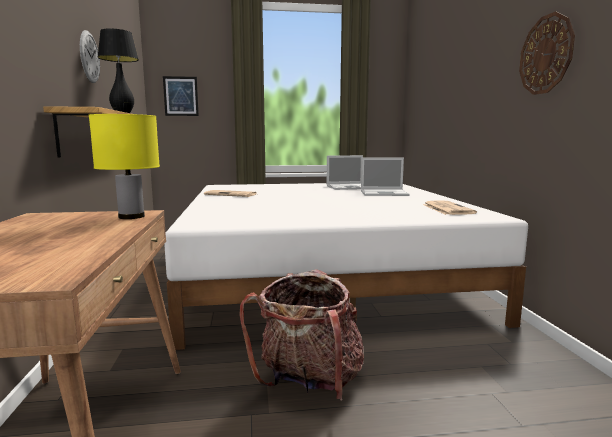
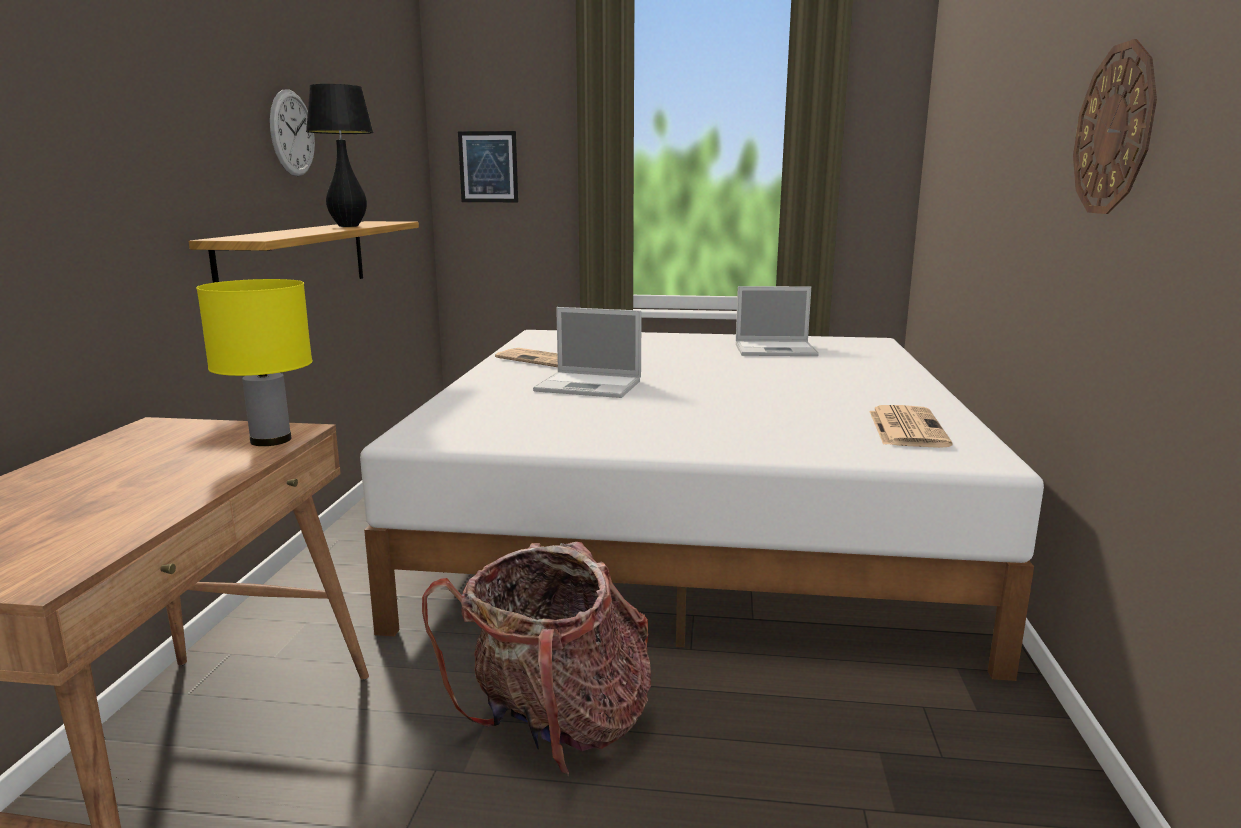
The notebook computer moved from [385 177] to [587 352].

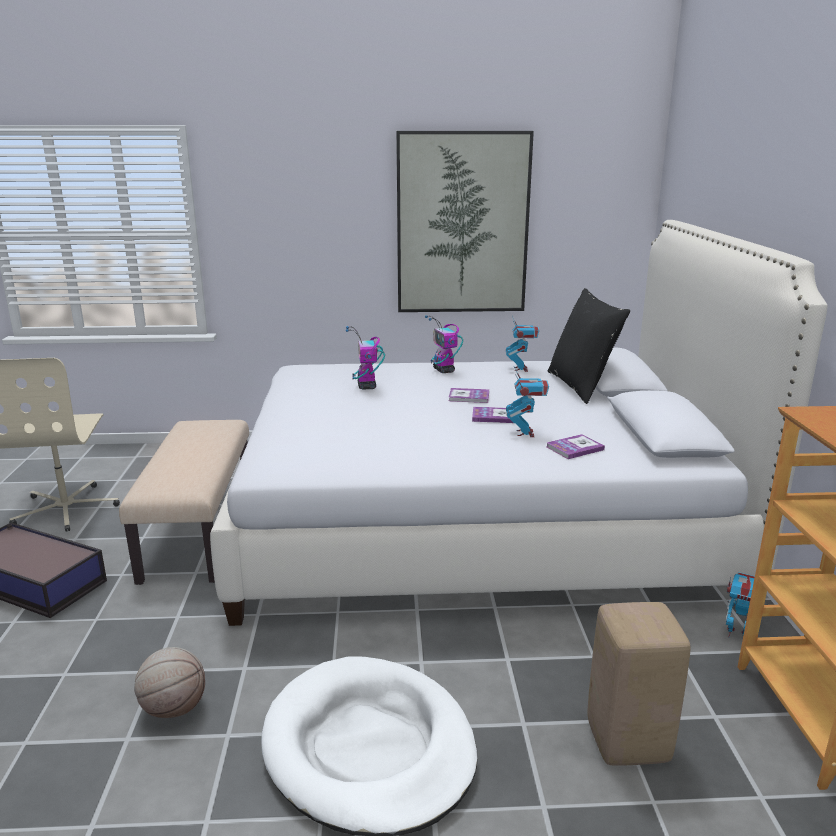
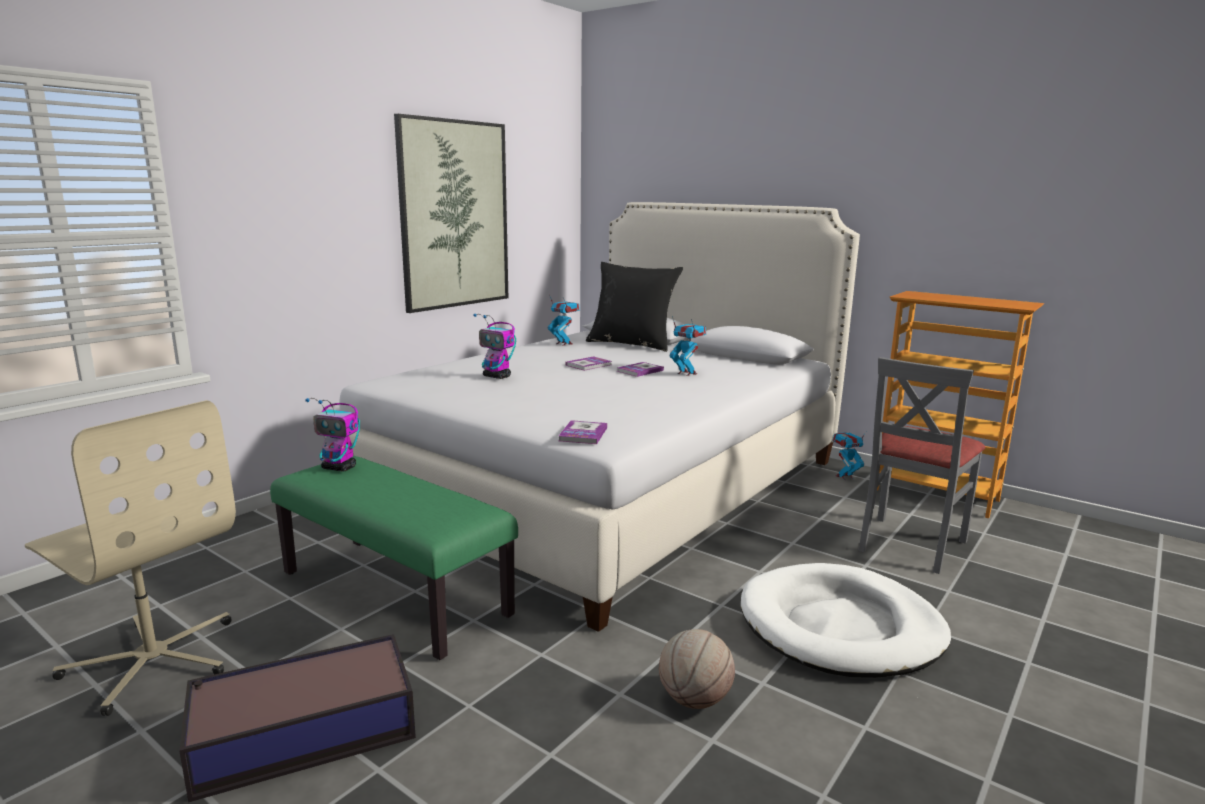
The toy robot moved from [444 344] to [332 435].
The bound book moved from [576 446] to [583 432].
The beige sitting stool at [639 684] was replaced by the greyish chair at [922 465].
The beige long seat at [184 502] became the green-coloured long seat at [394 558].

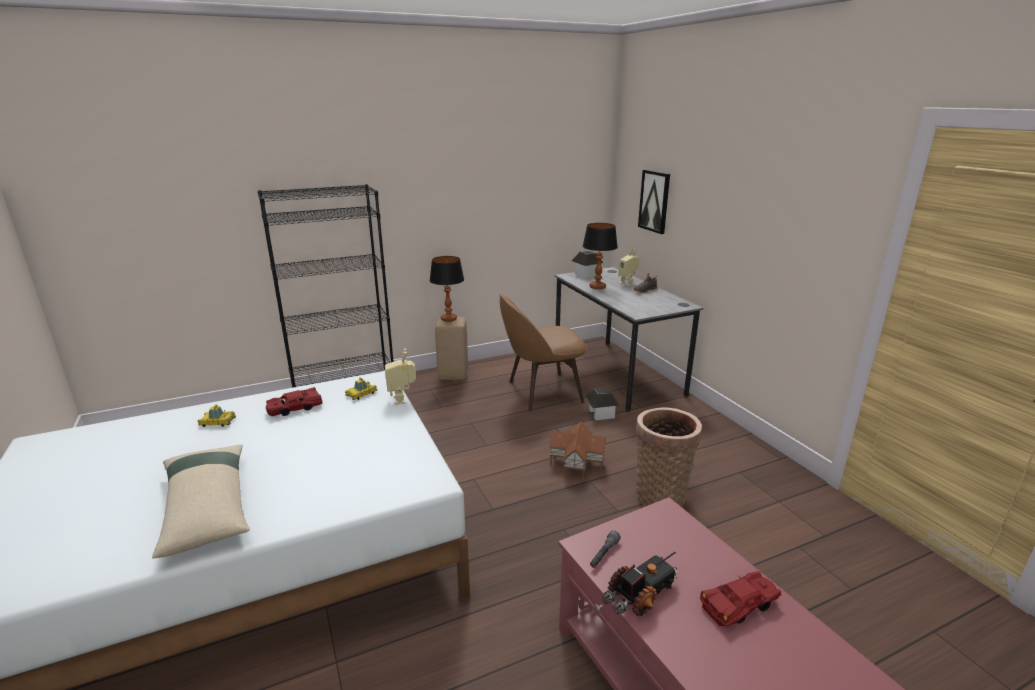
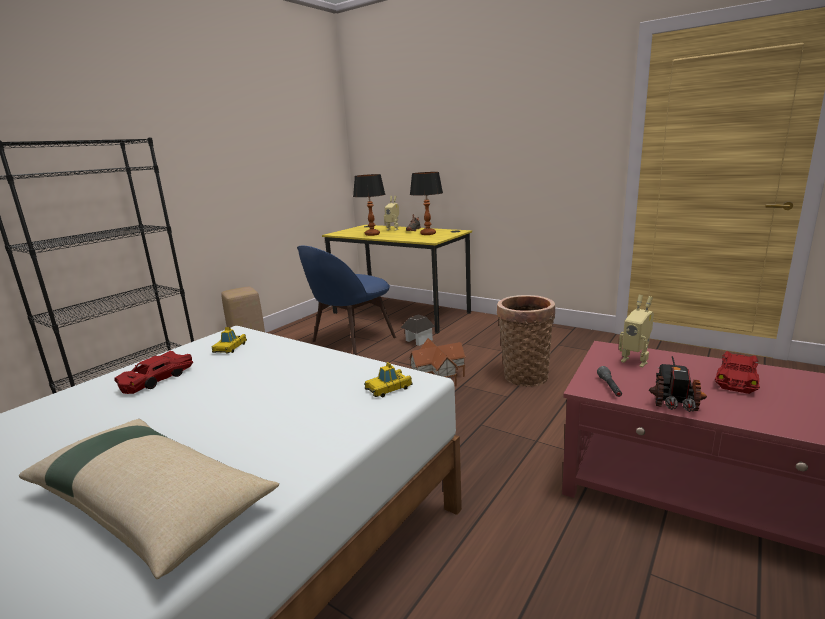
The model house at [587 264] disappeared.
The picture at [654 202] disappeared.
The model car moved from [217 415] to [388 379].
The toy robot moved from [400 376] to [636 331].
The table lamp moved from [447 289] to [426 203].
The brownish chair at [543 353] became the blue-coloured chair at [346 300].
The greyish desk unit at [629 339] became the yellowish desk unit at [397 279].

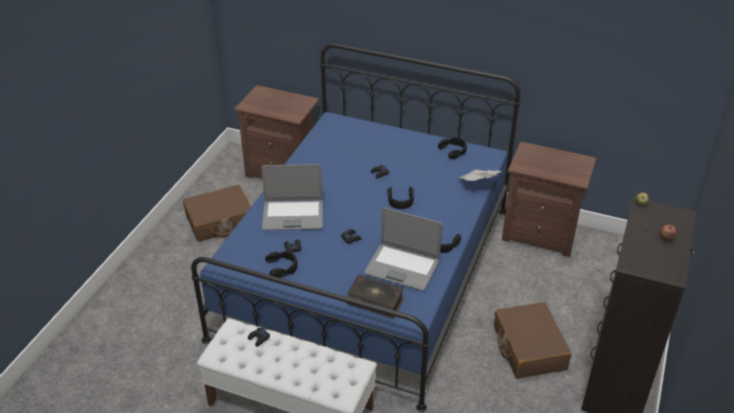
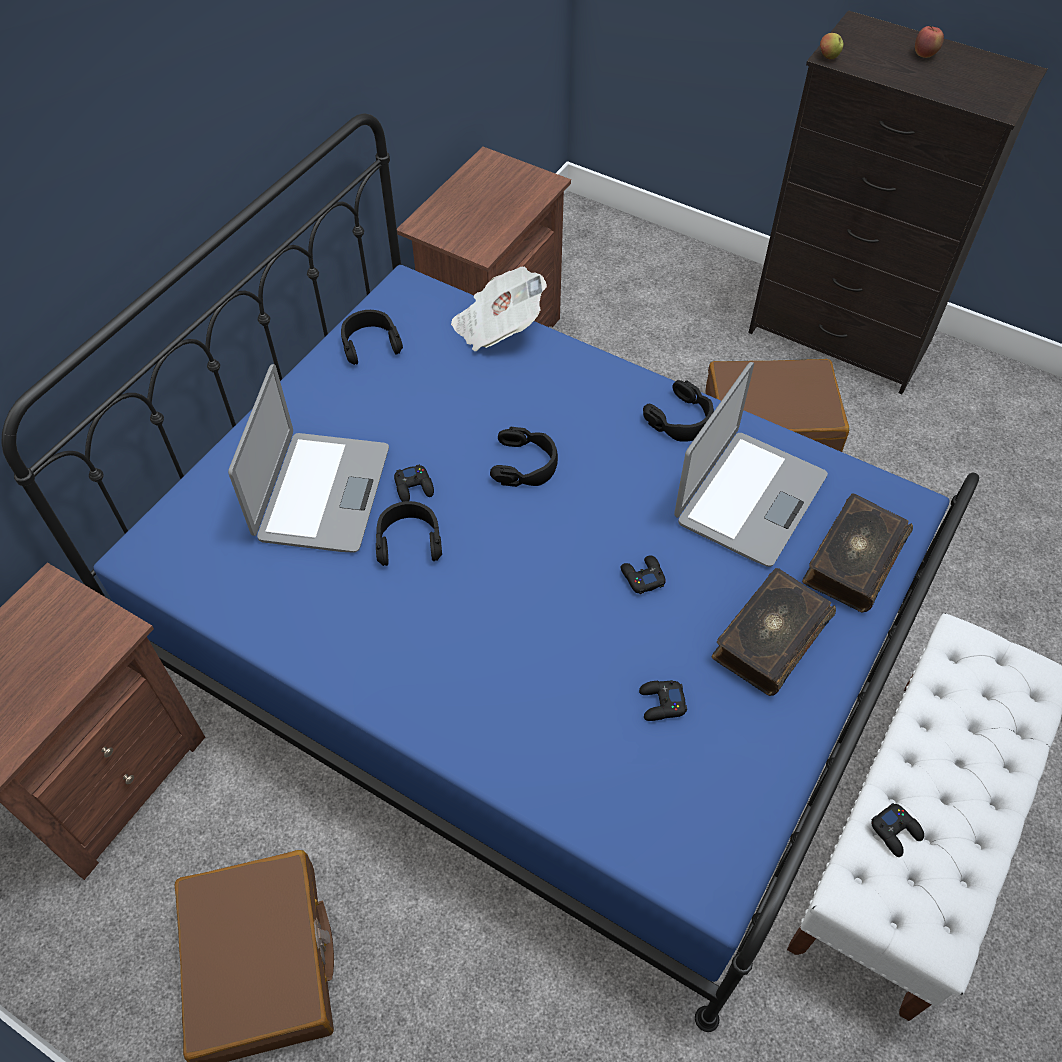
The bound book at [774 632] appeared.
The notebook computer moved from [292 197] to [308 458].
The black-coloured headphones moved from [281 264] to [409 533].

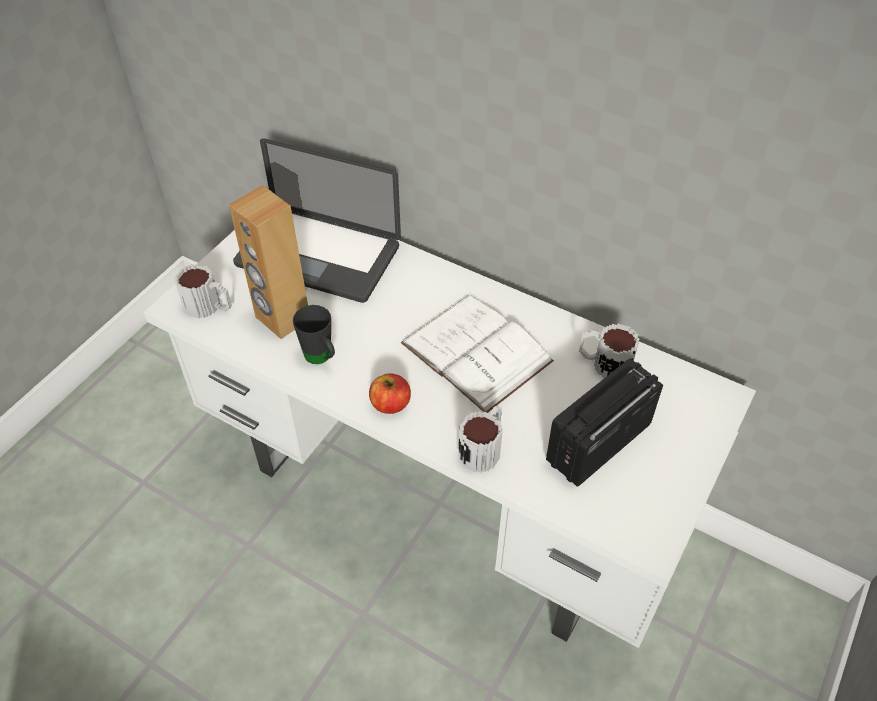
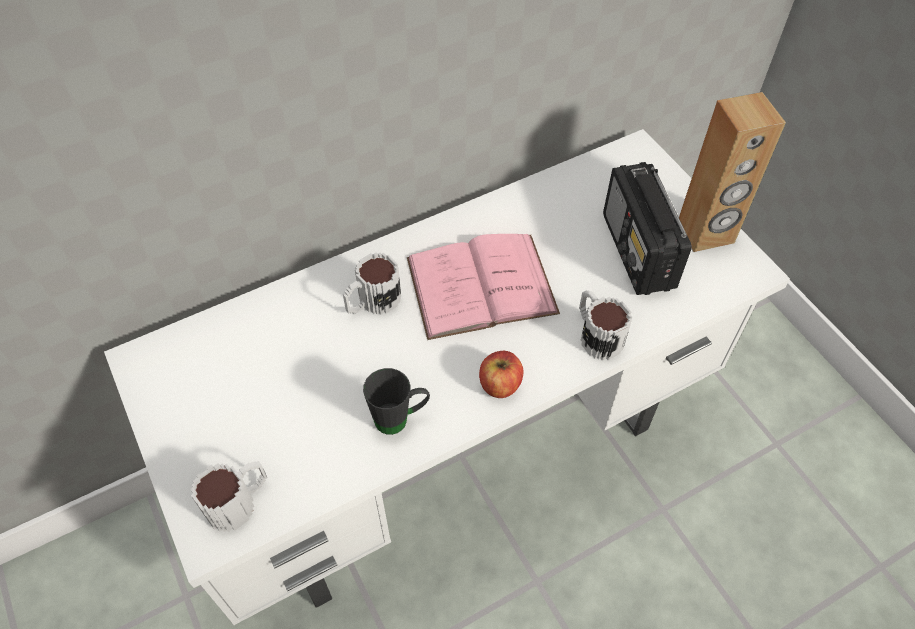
The notebook computer at [317 220] disappeared.
The brownish speaker moved from [268 262] to [732 172].
The tea mug moved from [609 350] to [372 283].
The white-coloured bound book at [477 354] became the pink bound book at [483 287].

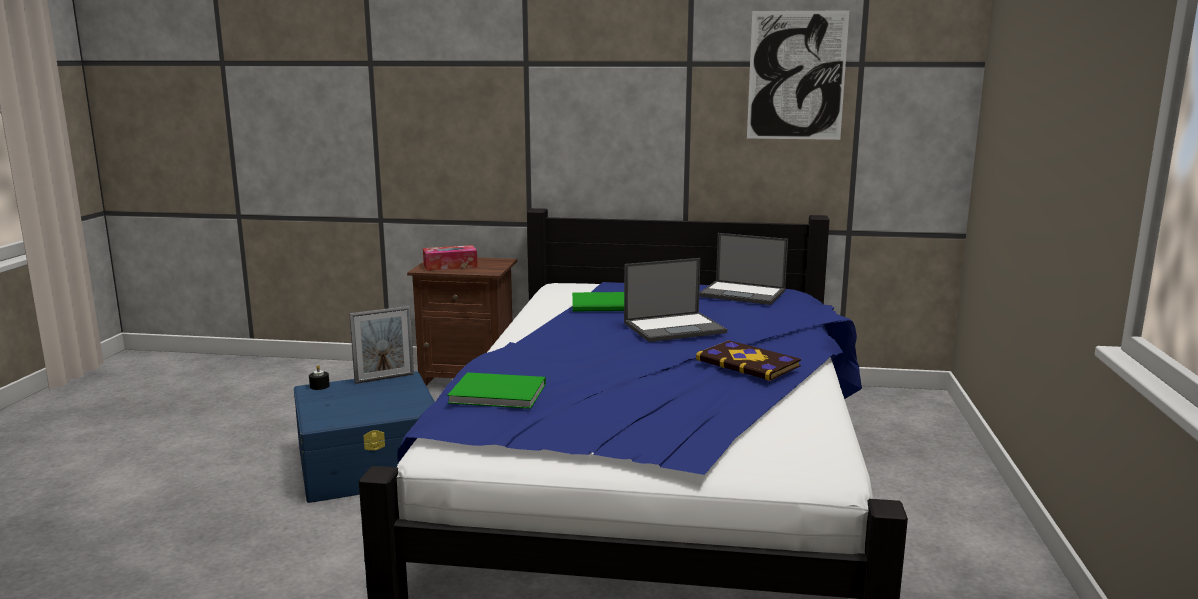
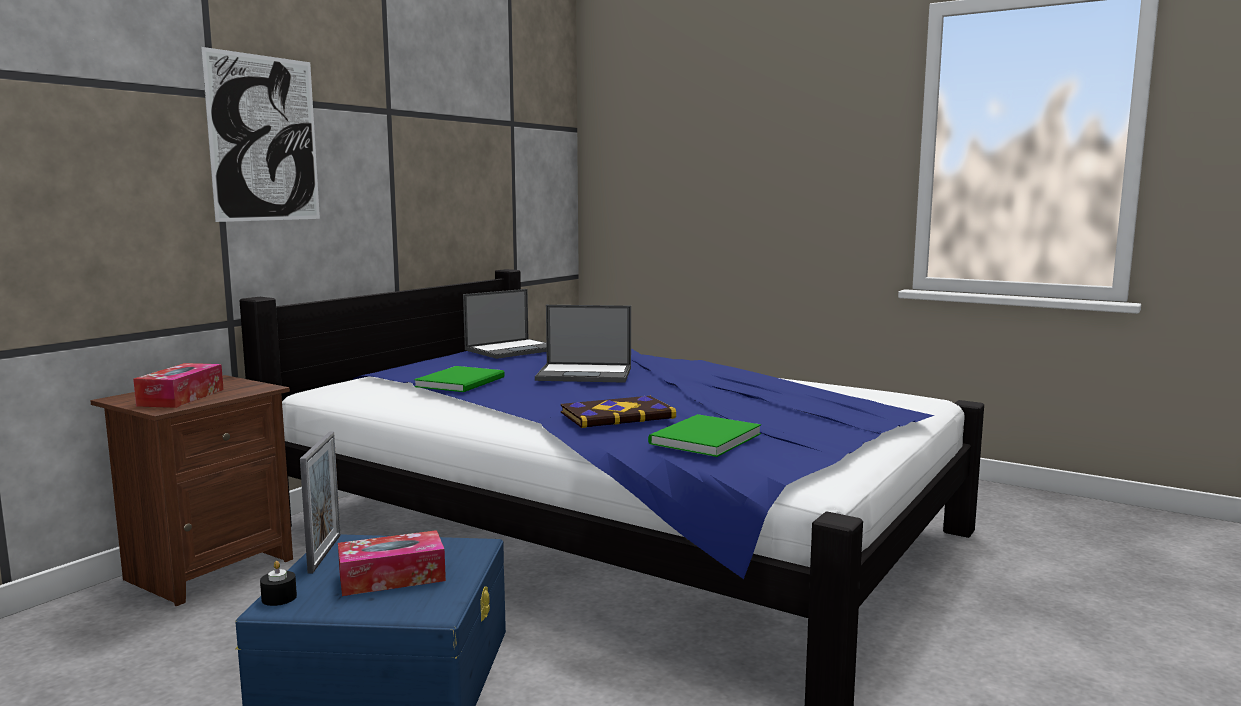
The tissue box at [392 563] appeared.
The bound book moved from [748 360] to [618 412].
The picture moved from [798 75] to [260 134].
The notebook computer at [675 300] turned 90 degrees clockwise.

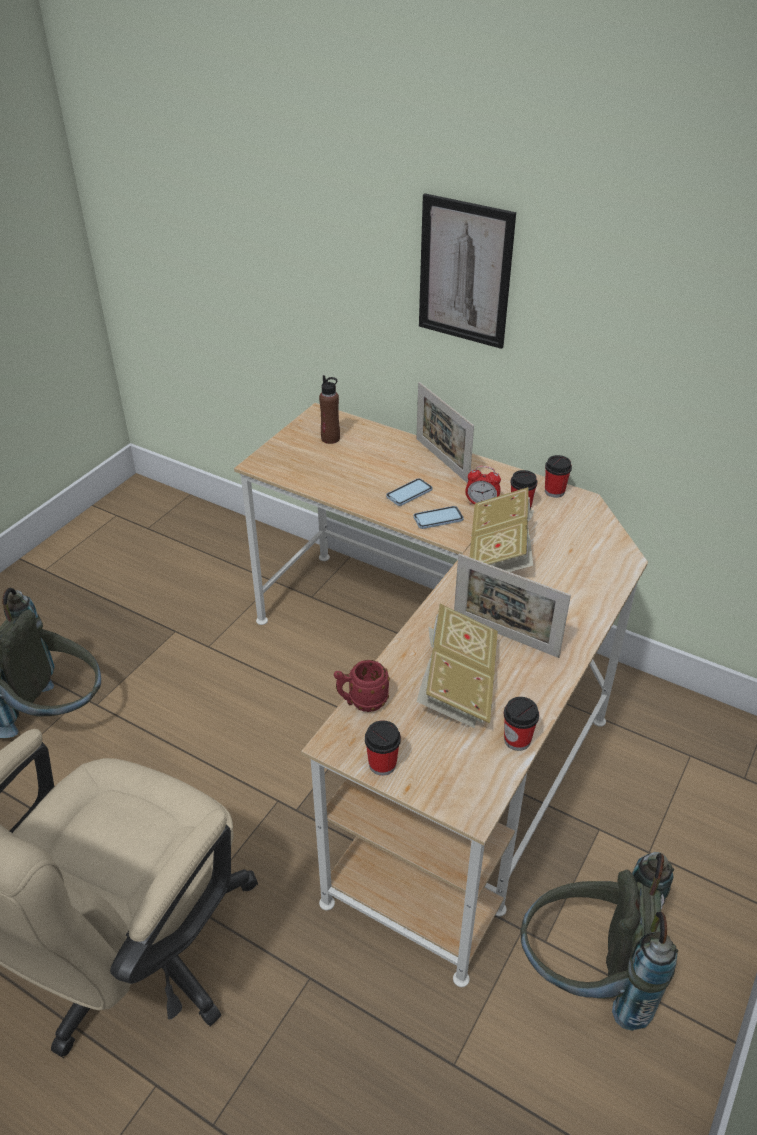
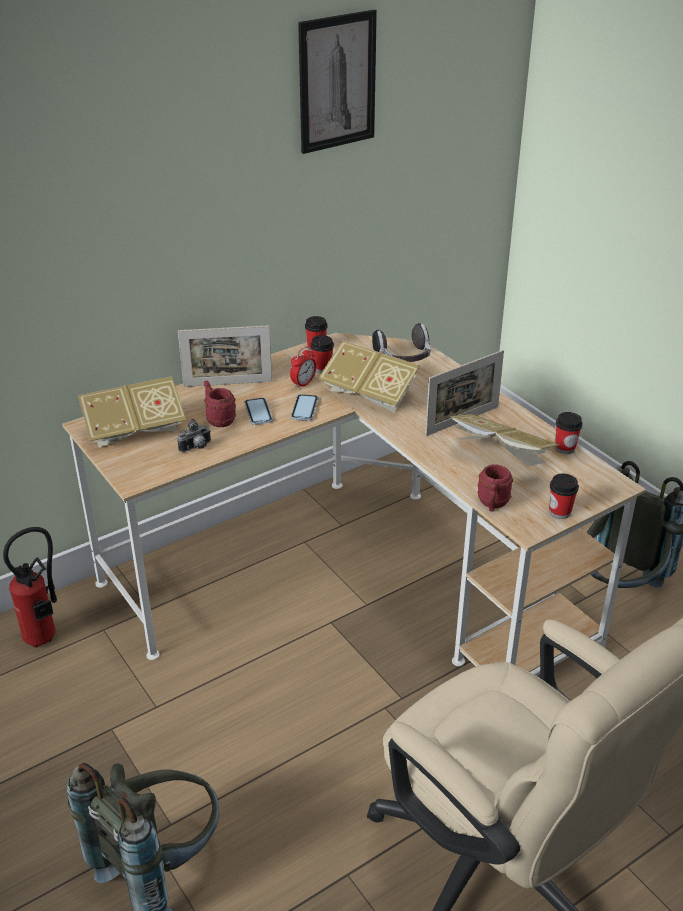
The extinguisher at [30 587] appeared.
The photo camera at [194 435] appeared.
The reddish tea mug at [220 404] appeared.
The headphones at [401 342] appeared.
The picture moved from [467 271] to [337 81].
The brownish drink bottle at [329 409] was replaced by the bound book at [132 412].

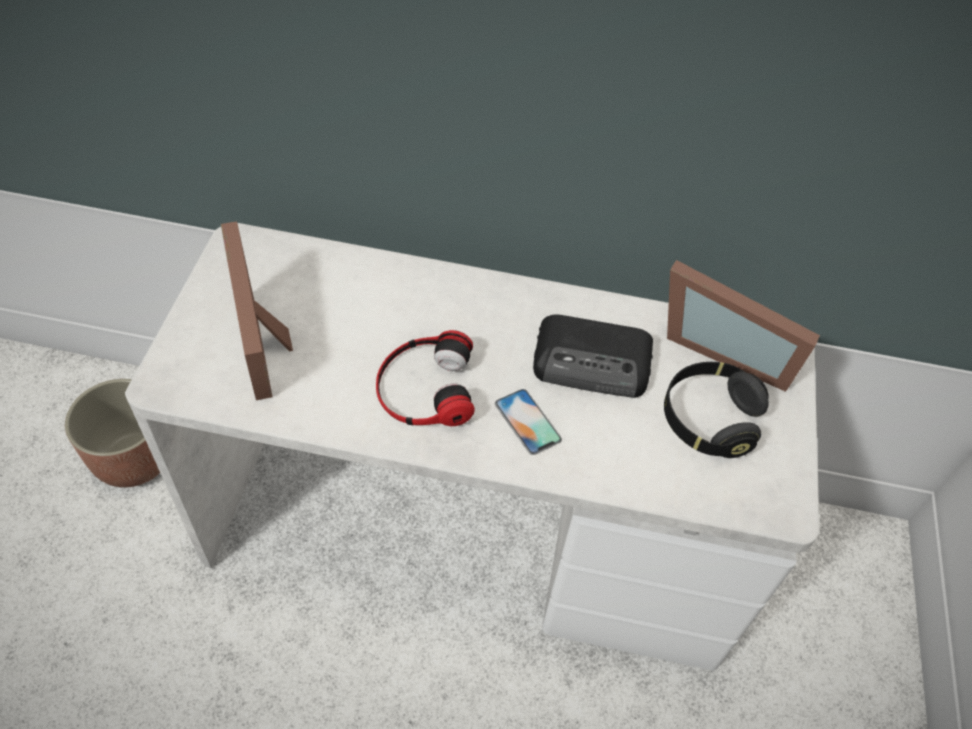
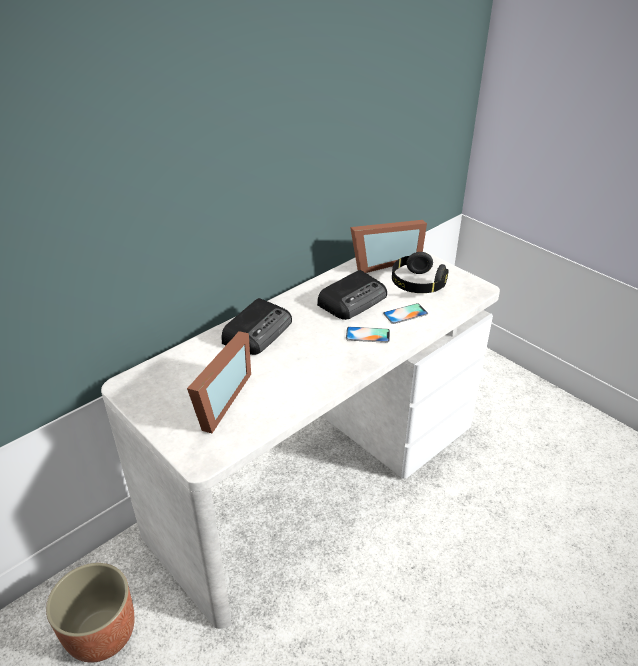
The headphones at [425 378] disappeared.
The radio at [256 326] appeared.
The handset at [405 313] appeared.
The picture frame at [257 310] turned 90 degrees counterclockwise.

